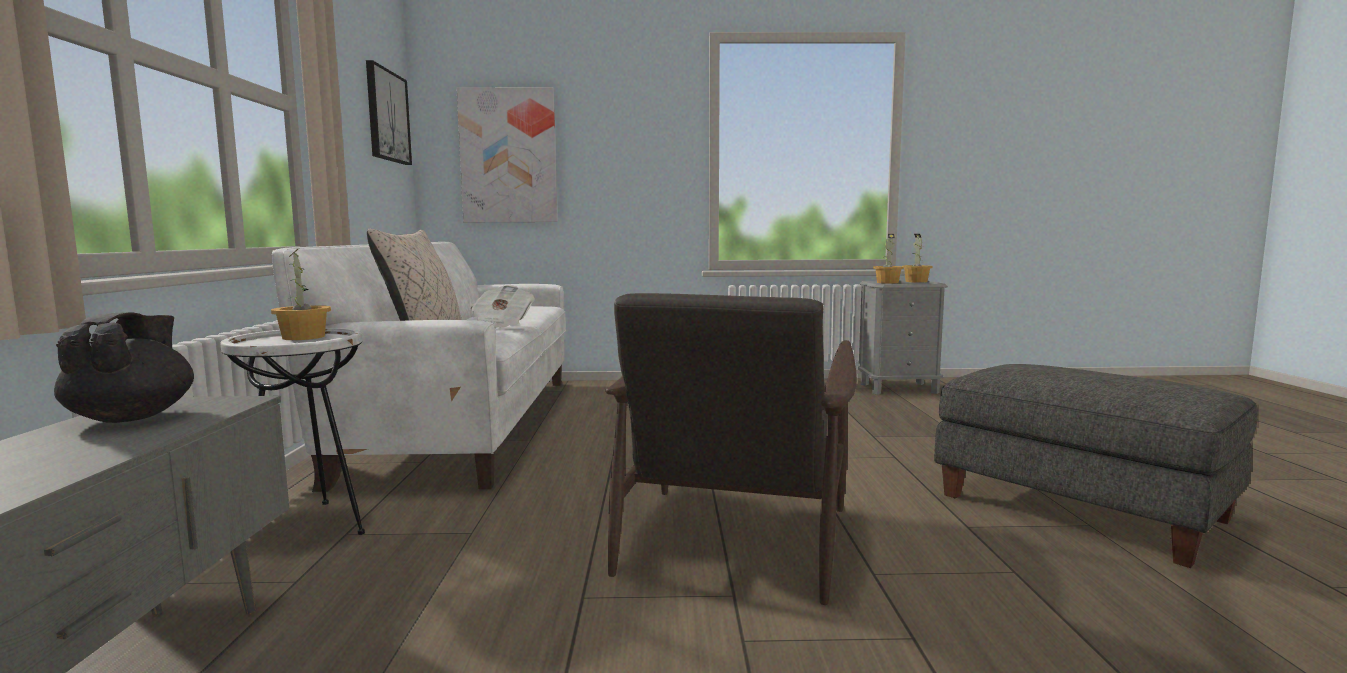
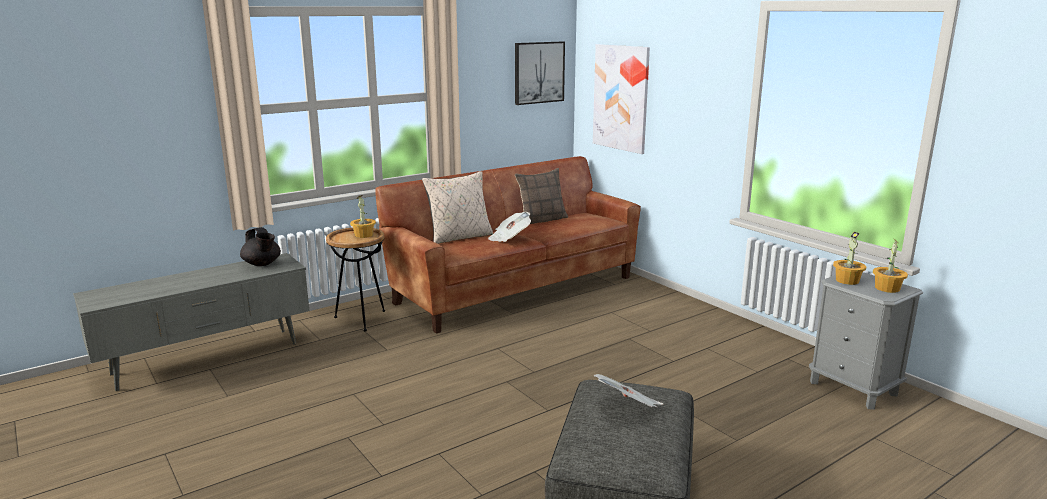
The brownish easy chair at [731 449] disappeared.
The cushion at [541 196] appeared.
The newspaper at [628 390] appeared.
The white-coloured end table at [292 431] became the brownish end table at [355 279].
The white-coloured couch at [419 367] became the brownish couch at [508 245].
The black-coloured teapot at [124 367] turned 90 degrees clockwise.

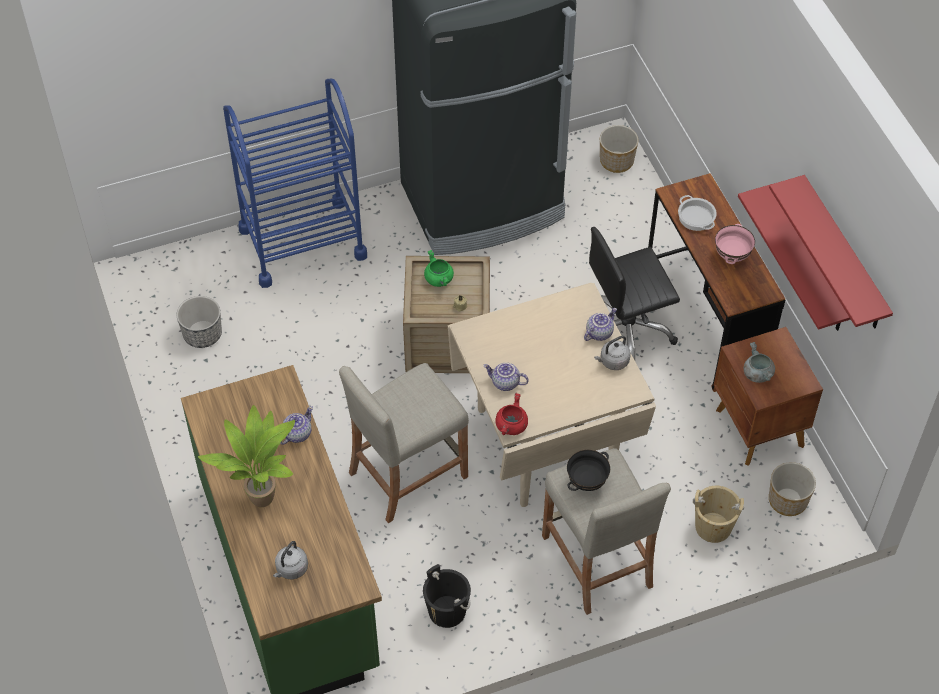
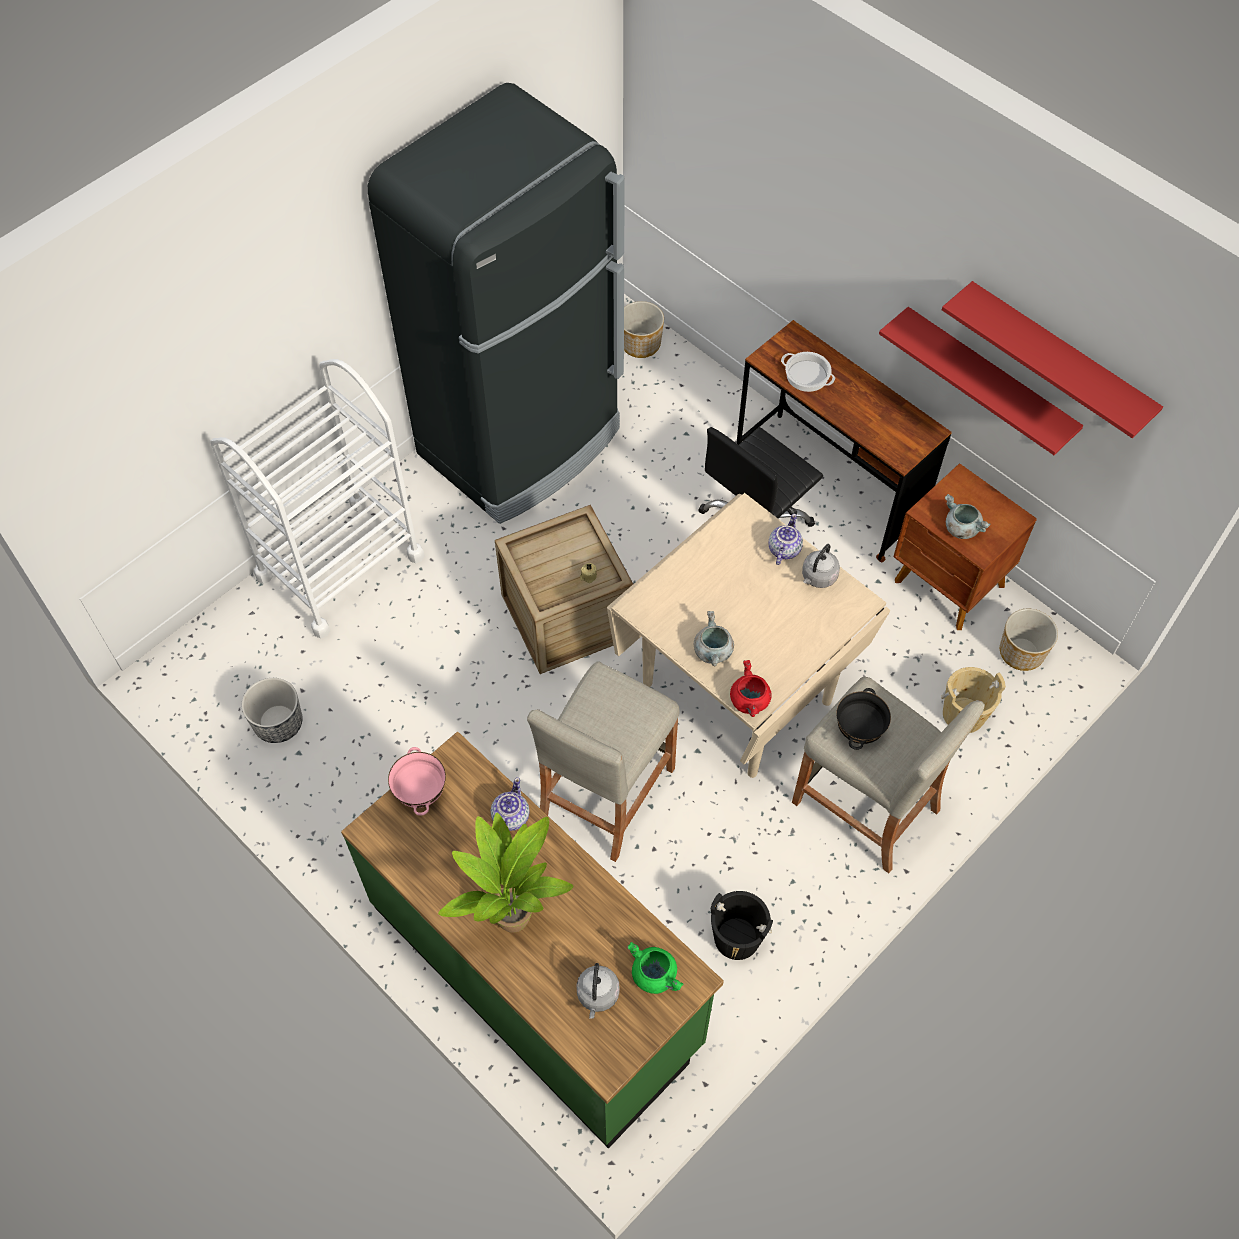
The green-coloured saucepot moved from [439 268] to [655 968].
The pink bowl moved from [735 244] to [417 781].
The teapot at [506 377] was replaced by the greyish saucepot at [714 638].
The blue-coloured cart at [295 183] became the white-coloured cart at [317 499].

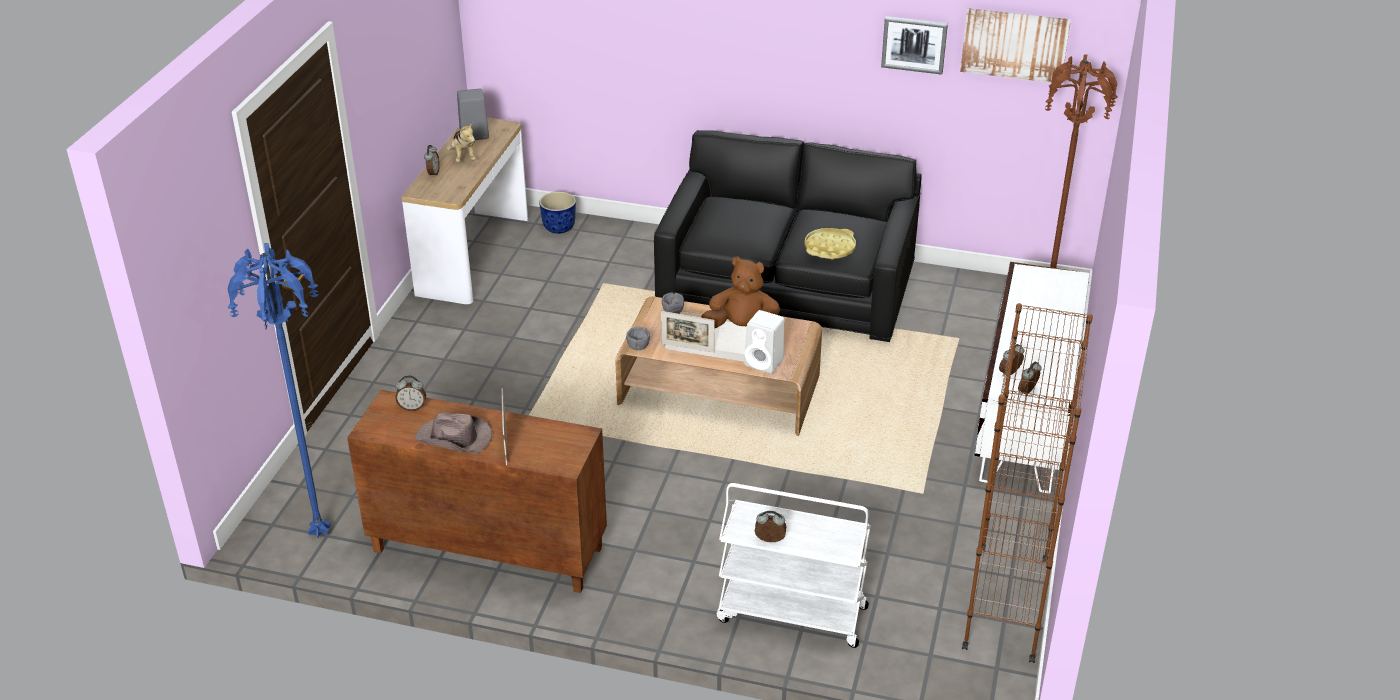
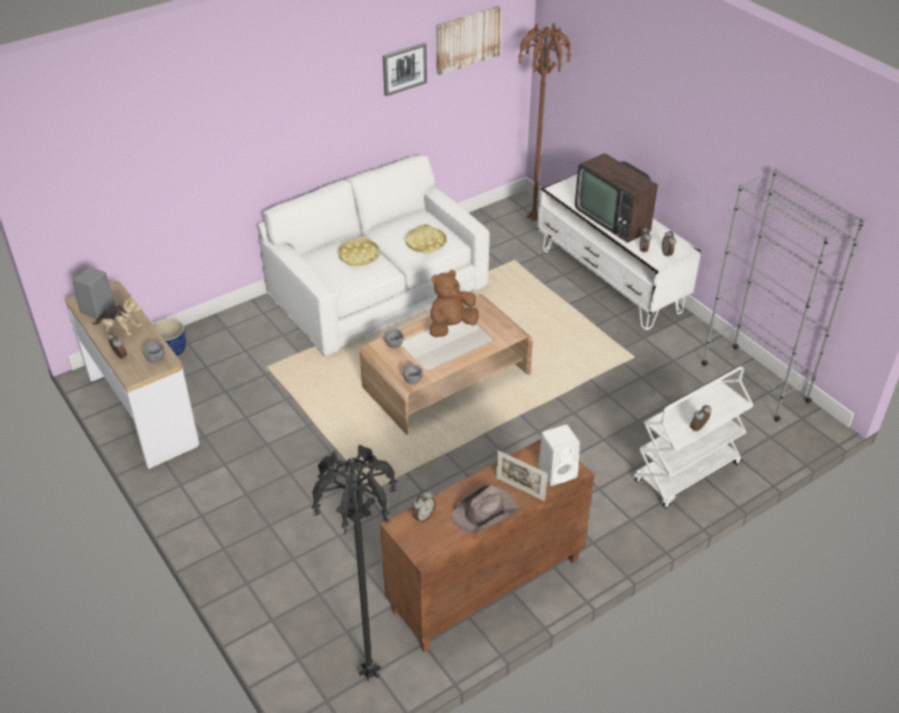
The picture frame at [688 332] disappeared.
The greyish bowl at [154 352] appeared.
The yellowish tray at [359 252] appeared.
The TV at [616 198] appeared.
The white-coloured speaker moved from [764 341] to [559 455].
The blue-coloured standing lamp at [279 391] became the black-coloured standing lamp at [354 563].
The black-coloured couch at [788 236] became the white-coloured couch at [373 256].
The brownish bookshelf at [1027 483] became the greyish bookshelf at [783 295].

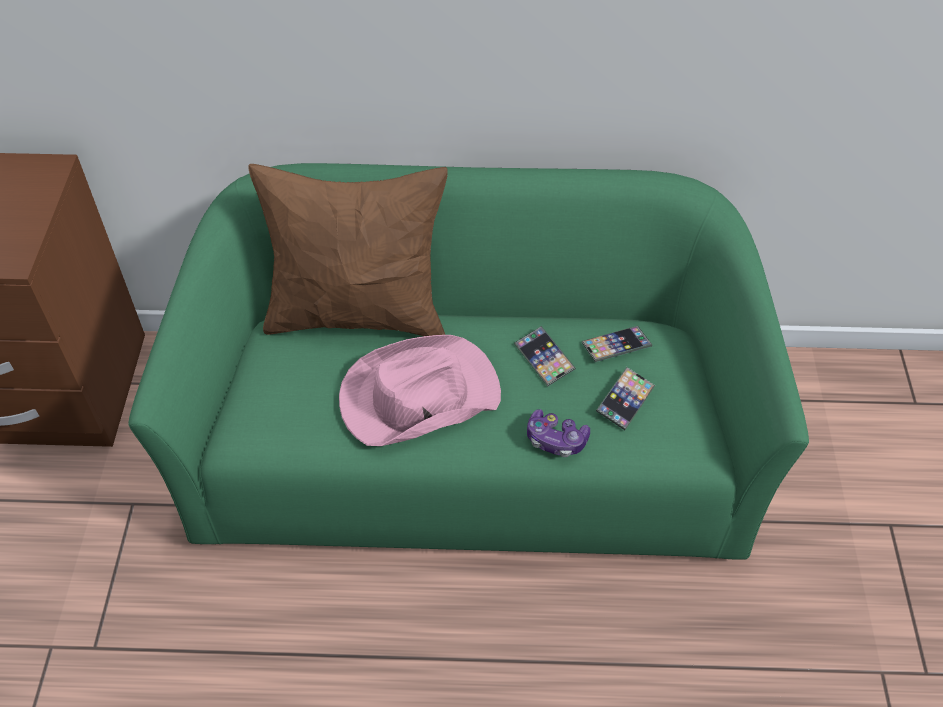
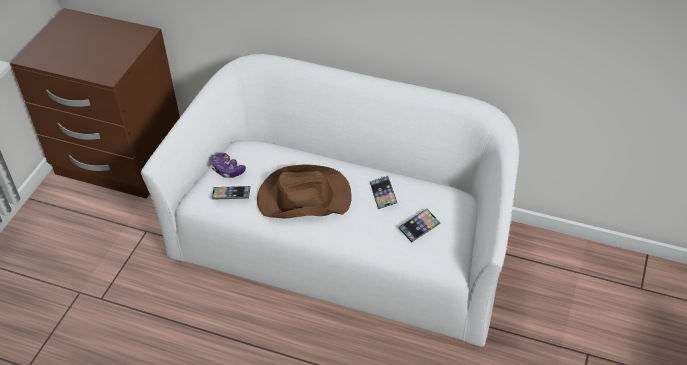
The brownish cushion at [348 250] disappeared.
The game controller moved from [558 433] to [229 165].
The handset moved from [617 344] to [230 193].
The green-coloured couch at [468 361] became the white-coloured couch at [330 200].
The pink hat at [420 390] became the brownish hat at [304 191].

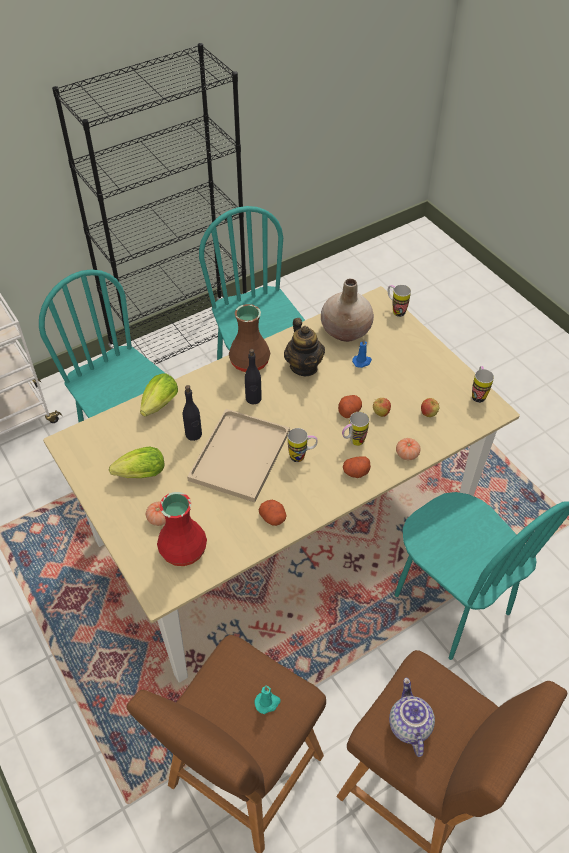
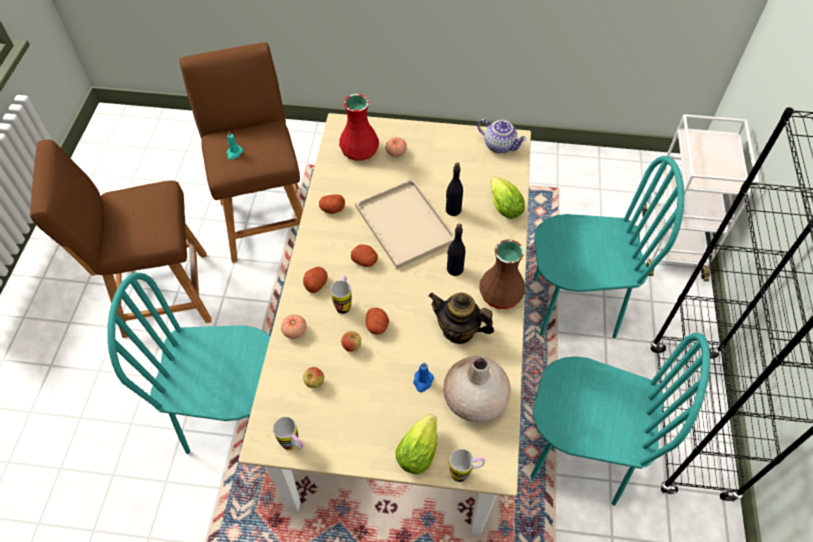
The lettuce head moved from [136 462] to [416 444].
The teapot moved from [412 717] to [502 136].
The tea mug at [303 445] was replaced by the spud at [364 255].

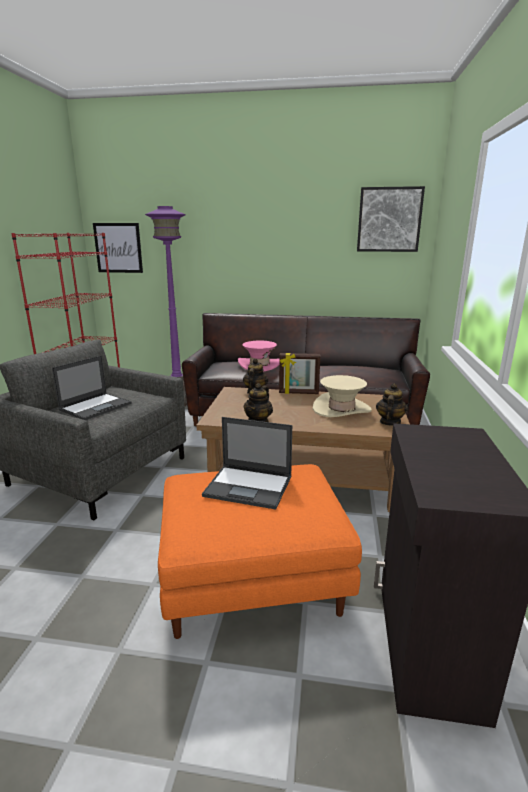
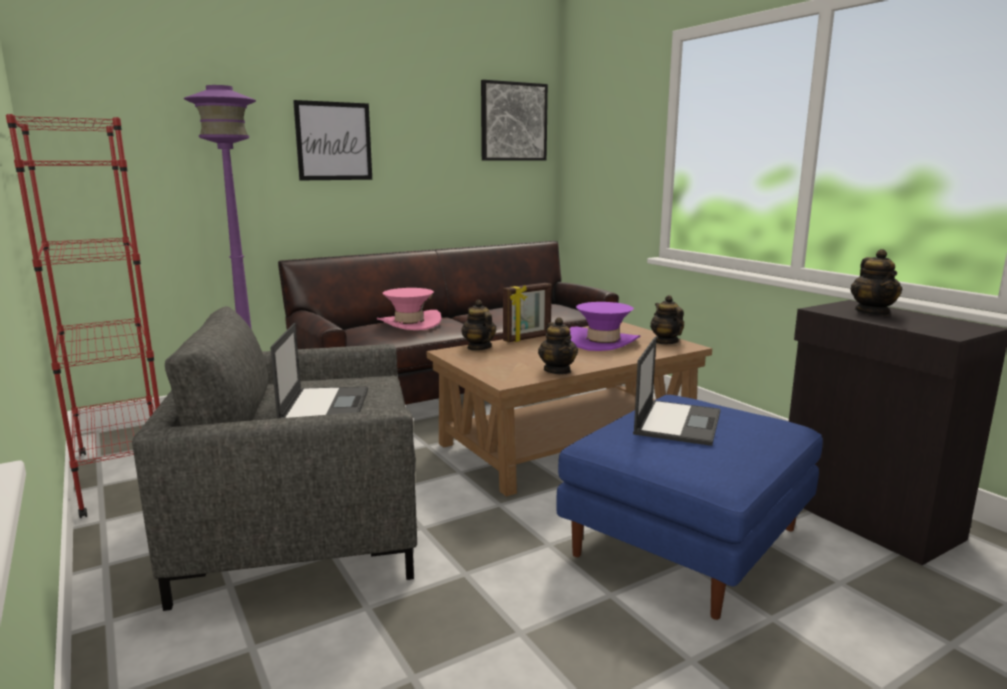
The teapot at [876 282] appeared.
The picture moved from [118 248] to [332 140].
The orange-coloured pouffe at [260 551] became the blue-coloured pouffe at [689 507].
The beige hat at [342 396] became the purplish hat at [605 326].
The notebook computer at [247 463] turned 45 degrees counterclockwise.

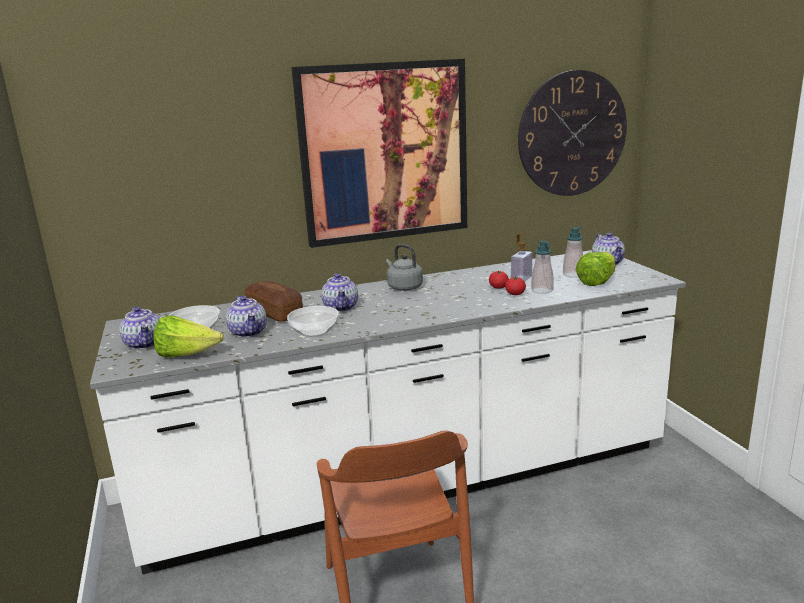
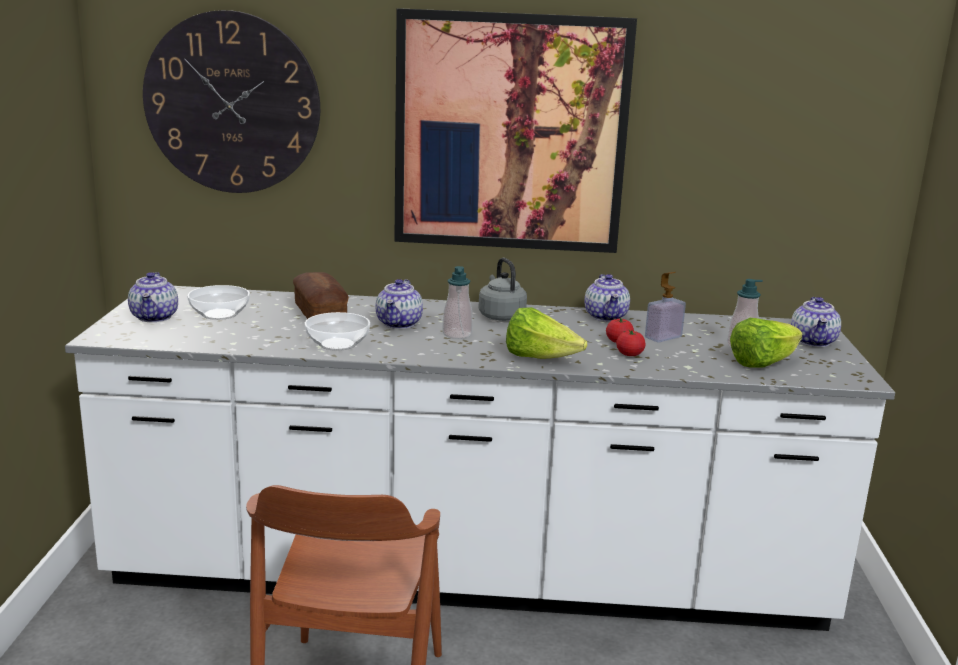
The lettuce head moved from [188 336] to [546 333].
The teapot moved from [246 316] to [607 297].
The wall clock moved from [572 133] to [231 101].
The soap dispenser moved from [542 267] to [457 302].

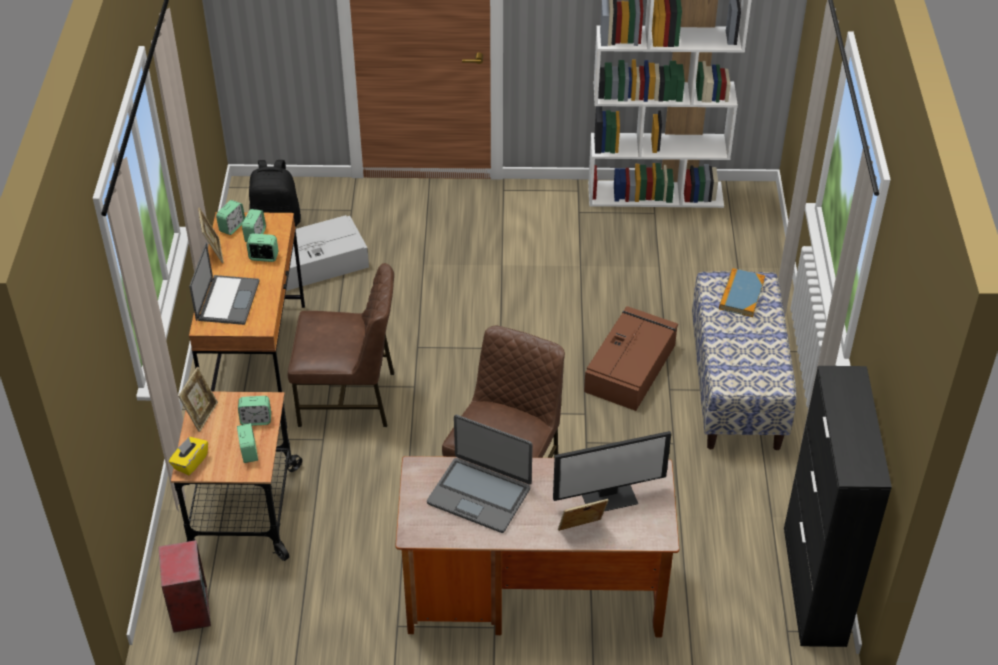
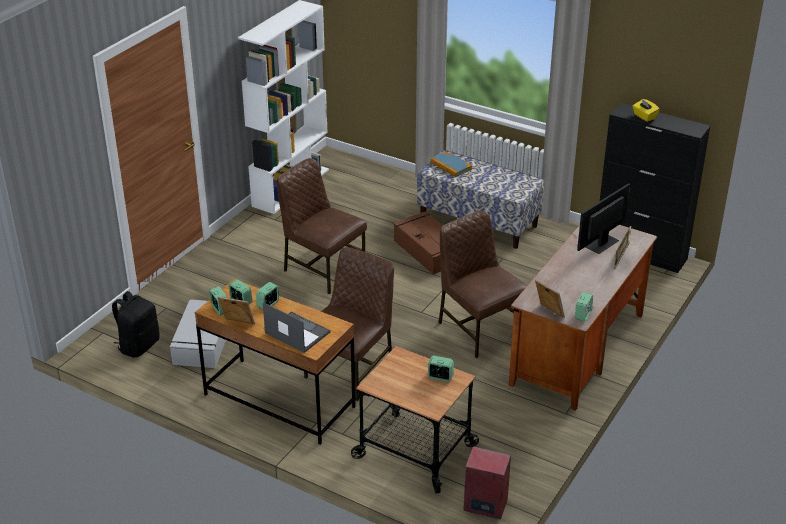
The notebook computer at [480 474] disappeared.
The brownish chair at [322 226] appeared.
The yellowish tissue box moved from [188 456] to [646 110].
The picture frame moved from [198 399] to [550 299].
The bedside clock moved from [254 411] to [584 307].
The computer display at [612 471] turned 150 degrees counterclockwise.

